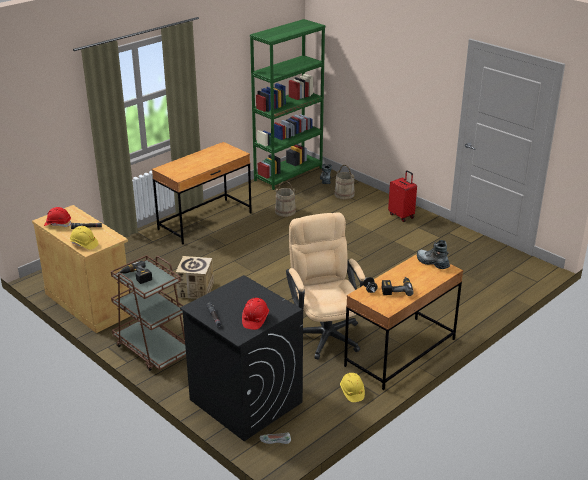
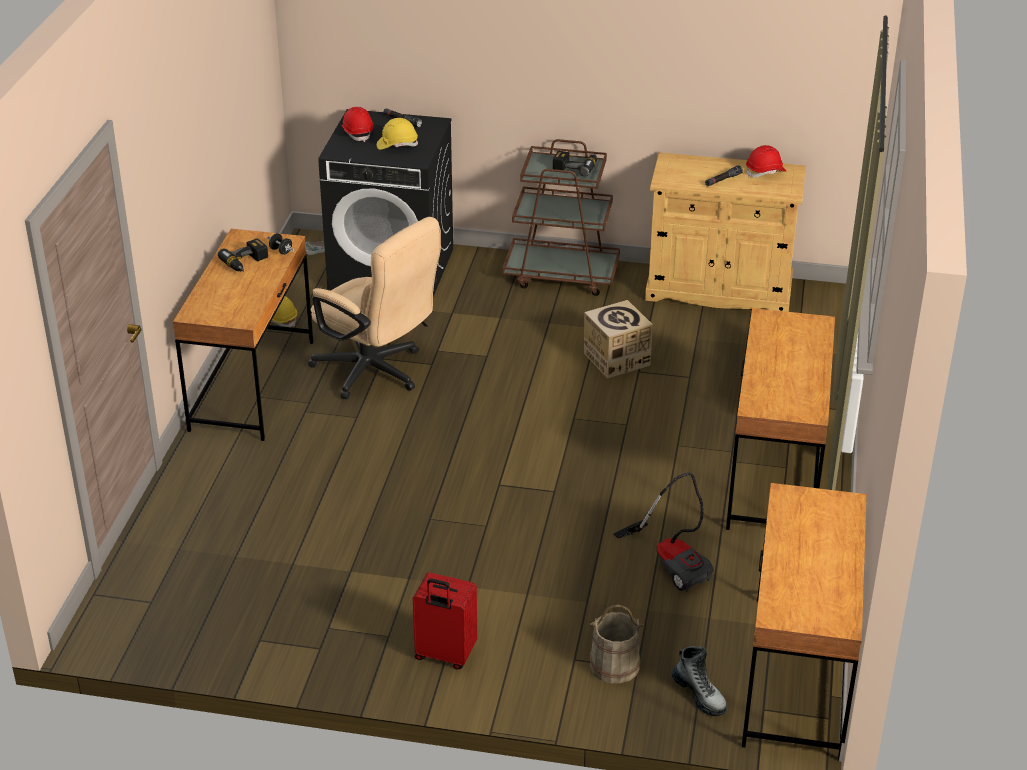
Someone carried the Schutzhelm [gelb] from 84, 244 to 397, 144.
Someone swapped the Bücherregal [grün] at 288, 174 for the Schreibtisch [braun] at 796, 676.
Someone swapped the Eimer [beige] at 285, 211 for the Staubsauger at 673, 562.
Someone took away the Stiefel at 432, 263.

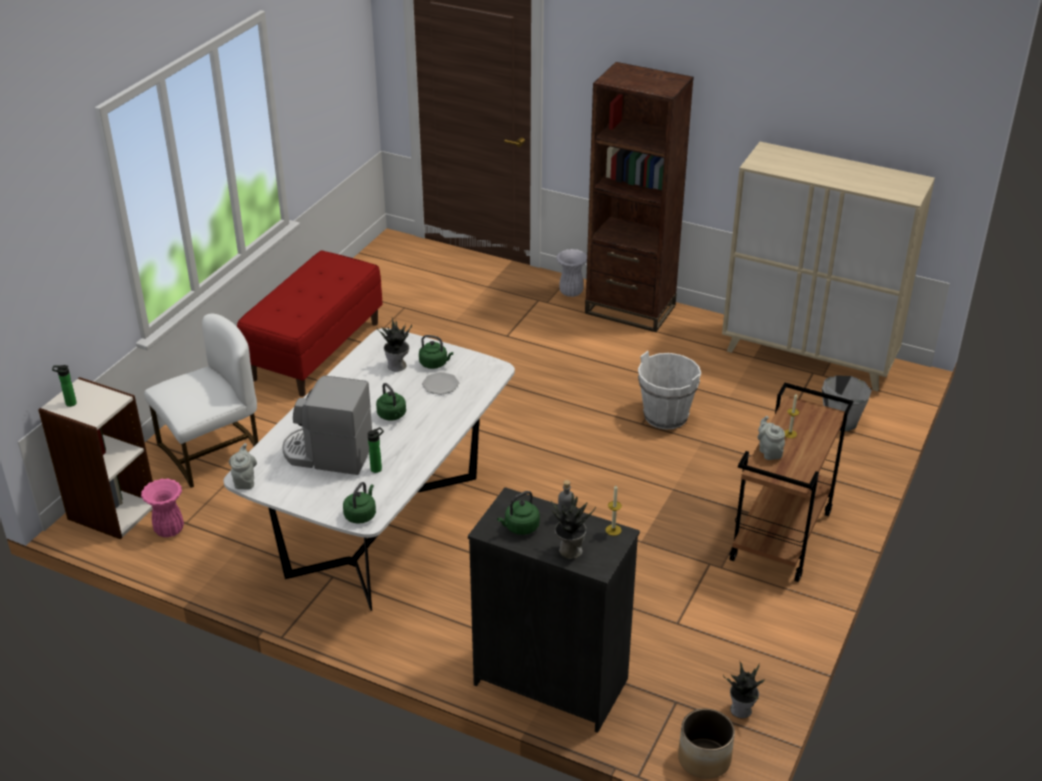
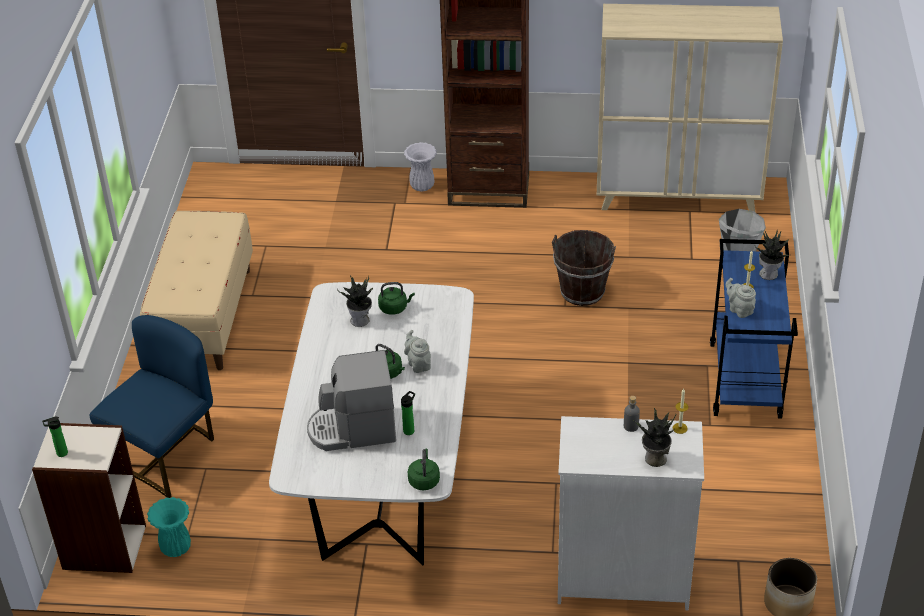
Someone repainted the Vase [rosa] at 168, 530, which became the Vase [türkis] at 175, 548.
Someone repainted the Stuhl [weiß] at 212, 451, which became the Stuhl [blau] at 165, 454.
Someone carried the Teekanne [grau] from 245, 481 to 418, 364.
Someone repainted the Bank [rot] at 316, 350, which became the Bank [beige] at 204, 317.
Someone took away the Teller at 440, 384.
Someone repainted the Kommode [schwarz] at 551, 681, which became the Kommode [weiß] at 623, 577.
Someone took away the Wasserkessel [grün] at 520, 527.
Someone repainted the Eimer [weiß] at 666, 416, which became the Eimer [braun] at 582, 291.
Someone carried the Topfpflanze from 742, 710 to 769, 274.
Someone repainted the Rollwagen [braun] at 781, 537, which became the Rollwagen [blau] at 746, 381.

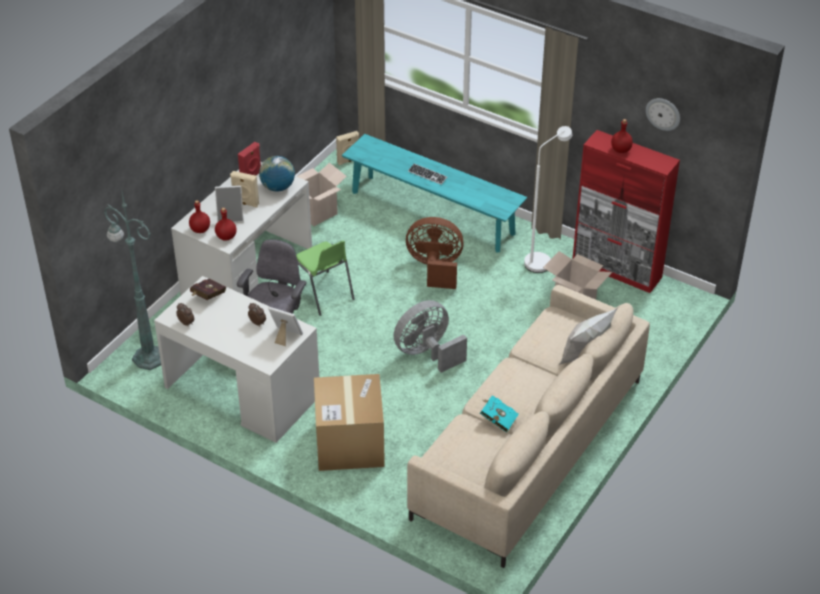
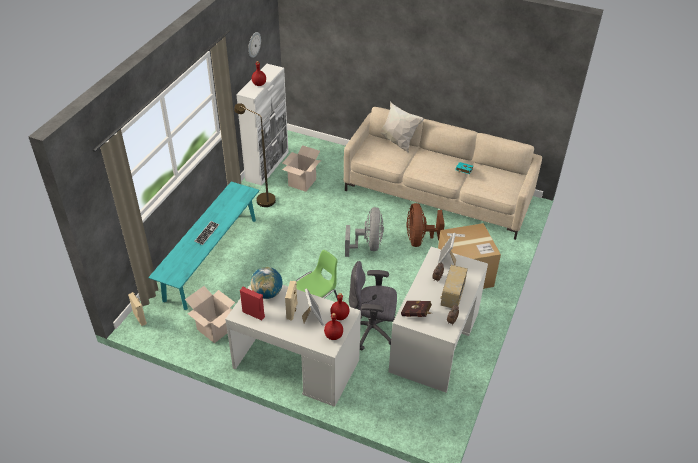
Someone took away the Stehlampe [grün] at 148, 357.
Someone rotated the Ventilator [grau] at 427, 353 by 135 degrees counterclockwise.
Someone carried the Ventilator [braun] from 435, 268 to 419, 239.
Someone repainted the Stehlampe [weiß] at 541, 259, which became the Stehlampe [braun] at 261, 199.
Someone repainted the Schrank [rot] at 617, 270, which became the Schrank [weiß] at 267, 166.
Someone put down the Radio at 452, 296.

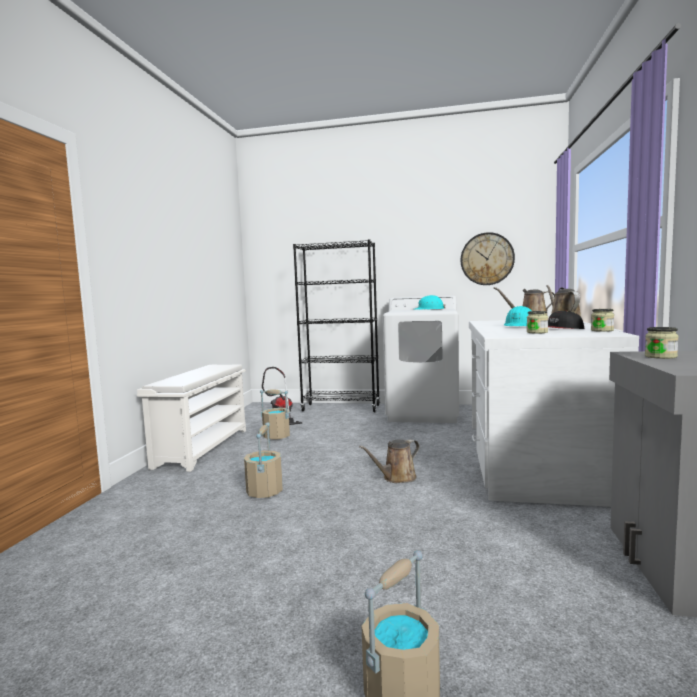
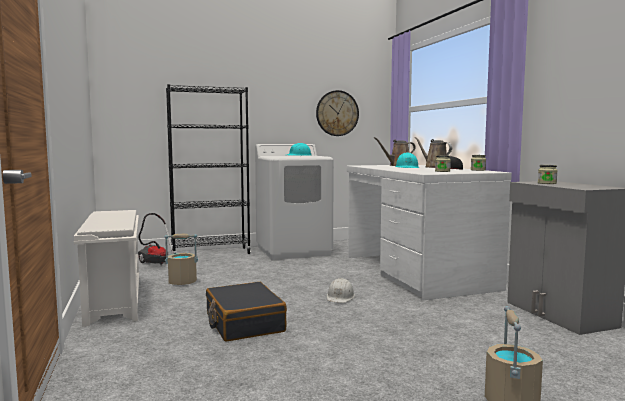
Someone swapped the Eimer [beige] at 264, 491 for the Koffer [schwarz] at 244, 323.
Someone swapped the Gießkanne [braun] at 396, 478 for the Schutzhelm [weiß] at 340, 297.

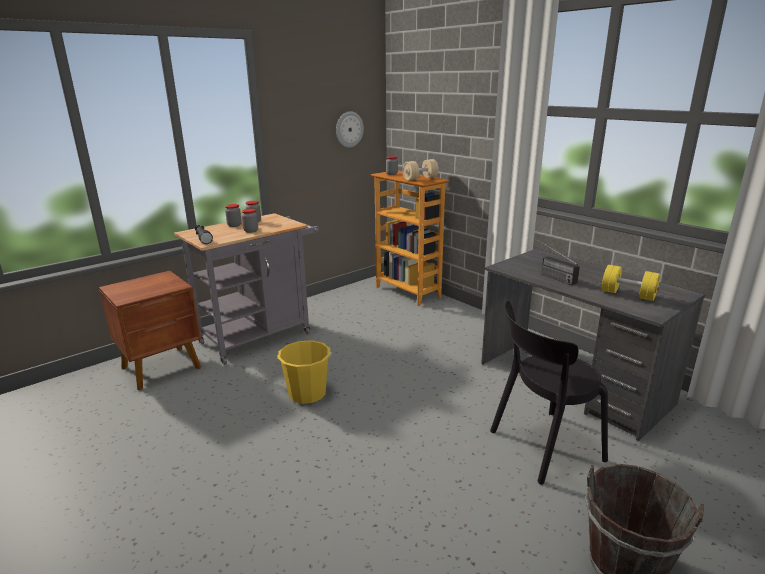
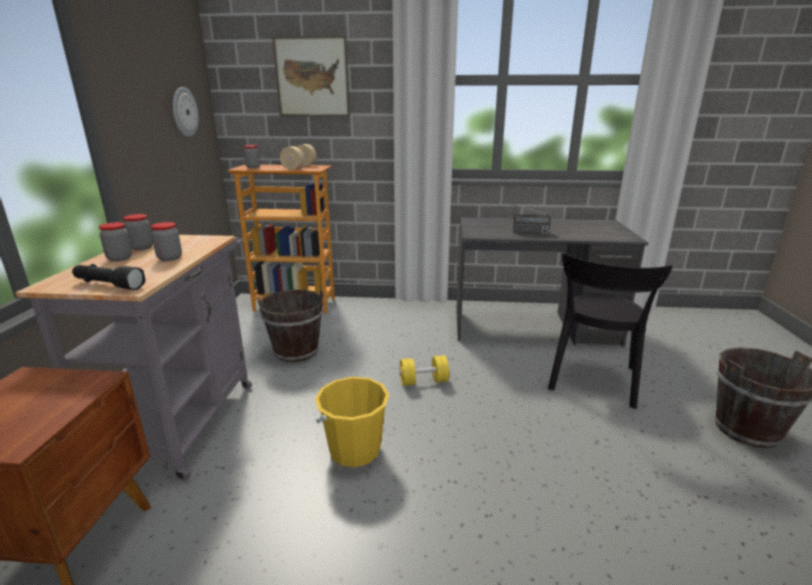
Someone carried the Hantel [gelb] from 628, 294 to 423, 381.
Someone put down the Eimer [braun] at 296, 351.
Someone put up the Bild at 312, 77.

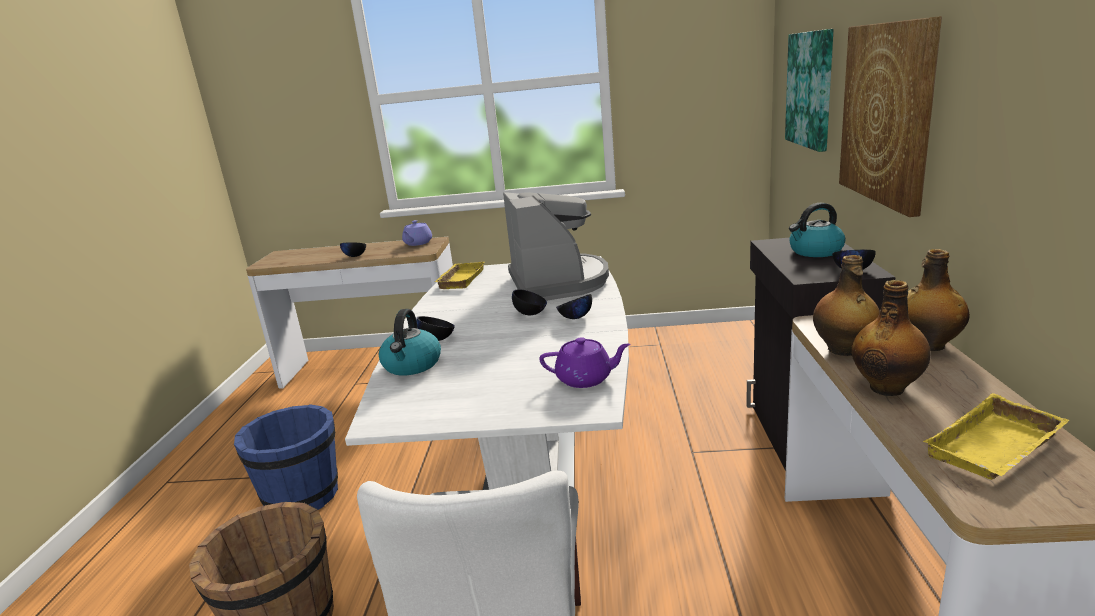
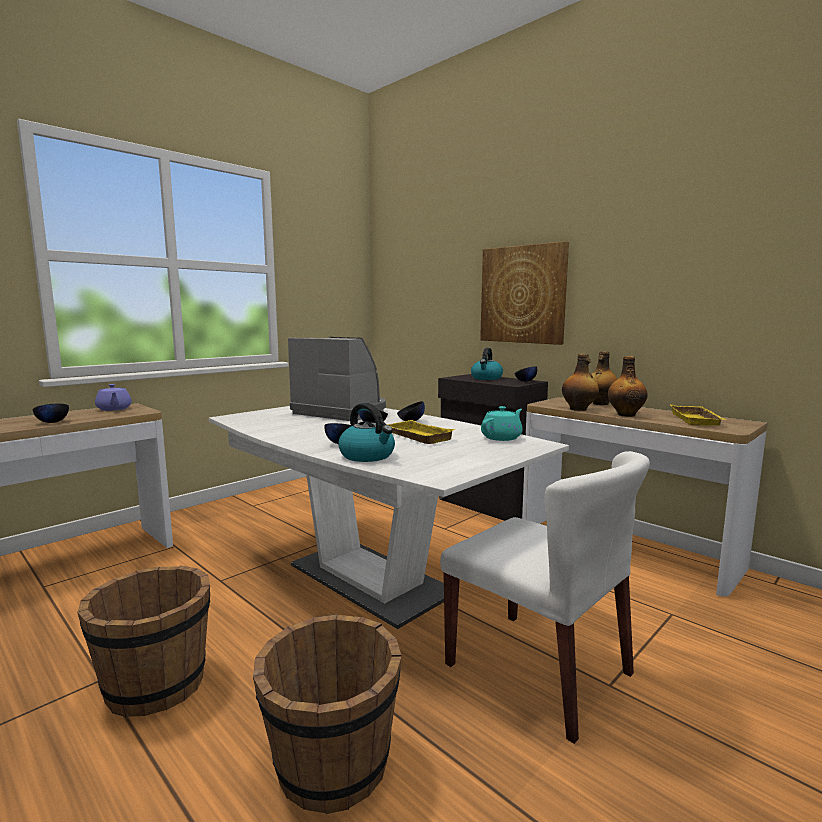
Someone repainted the Eimer [blau] at 303, 496, which became the Eimer [braun] at 156, 684.
Someone carried the Tablett [gelb] from 460, 279 to 416, 436.
Someone repainted the Teekanne [lila] at 586, 379, which became the Teekanne [türkis] at 502, 437.
Someone took away the Bild at 811, 89.

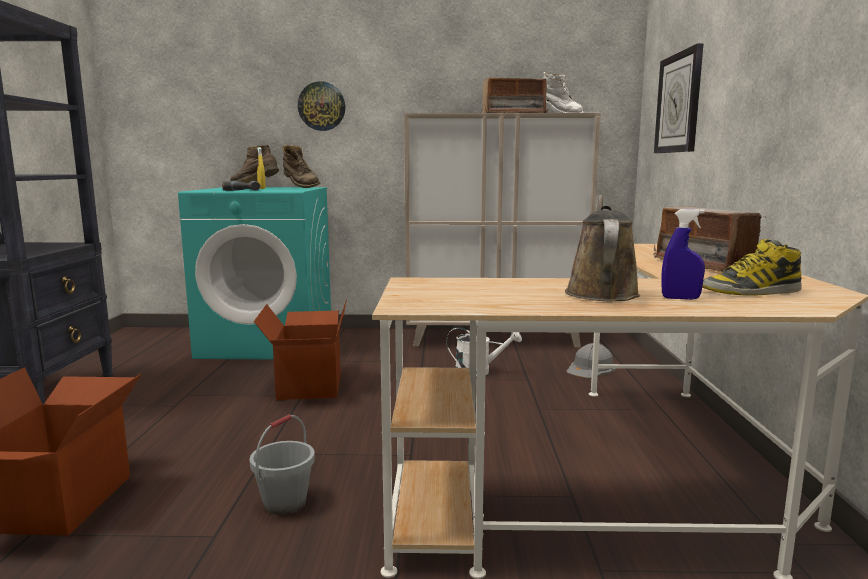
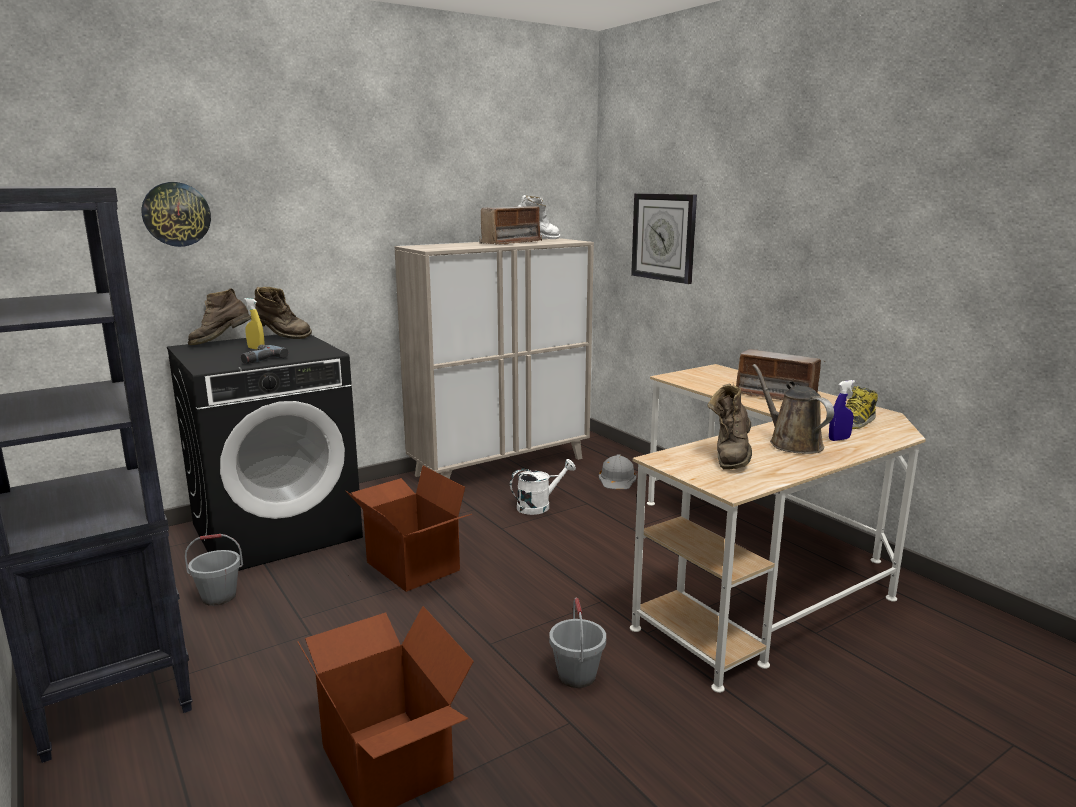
Someone repainted the Waschmaschine [türkis] at 268, 343, which became the Waschmaschine [schwarz] at 277, 530.
Someone carried the Wanduhr from 321, 106 to 176, 214.
Someone put down the Eimer [grau] at 219, 597.
Someone put down the Stiefel [braun] at 731, 457.

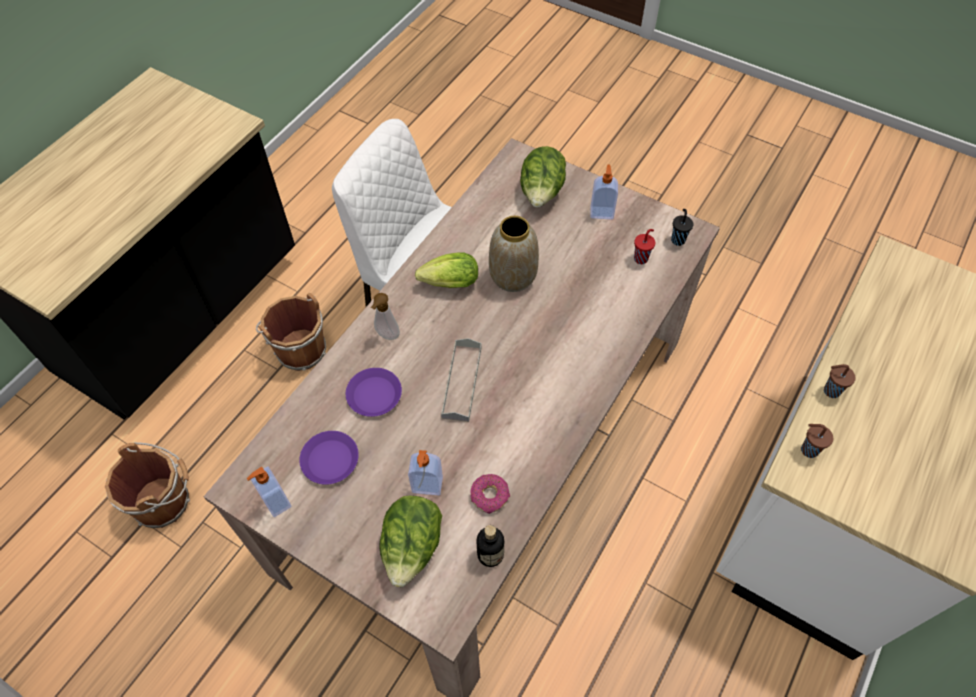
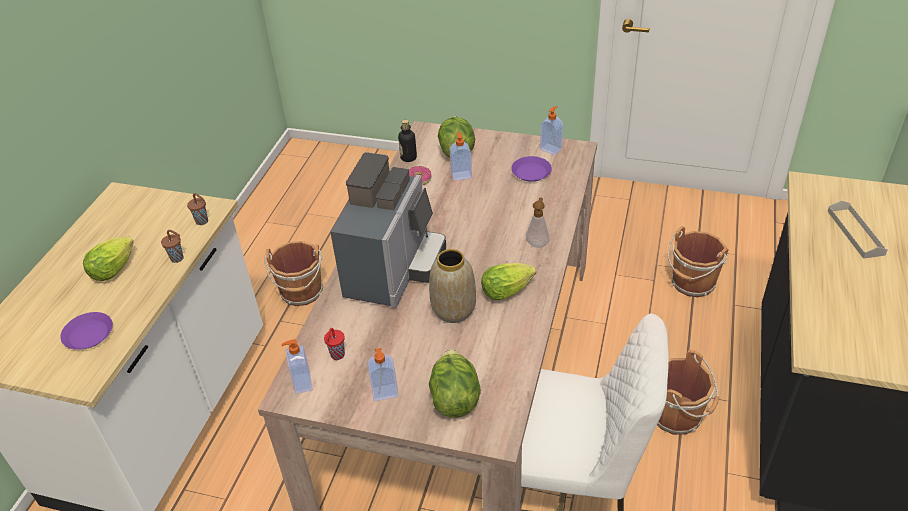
Someone carried the Teller [lila] from 374, 395 to 88, 334.
Someone carried the Tablett [grau] from 462, 382 to 855, 232.
Someone swapped the Tasse [schwarz] at 678, 239 for the Seifenspender at 302, 383.
Someone put down the Salatkopf at 116, 268.
Someone put down the Eimer [braun] at 302, 293.
Someone put down the Kaffeemaschine at 394, 270.

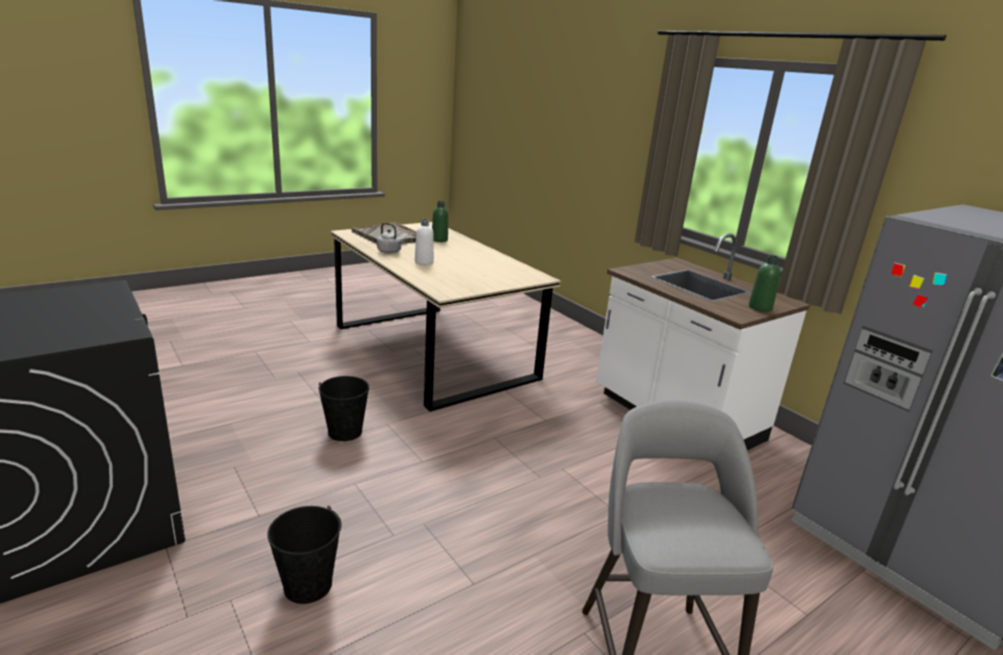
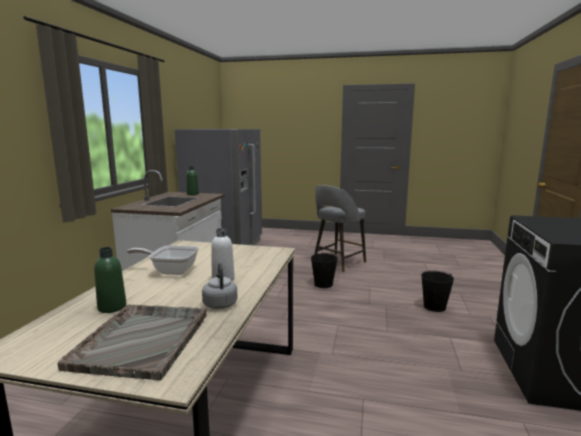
Someone carried the Eimer [schwarz] from 345, 431 to 323, 284.
Someone put down the Pfanne at 170, 271.

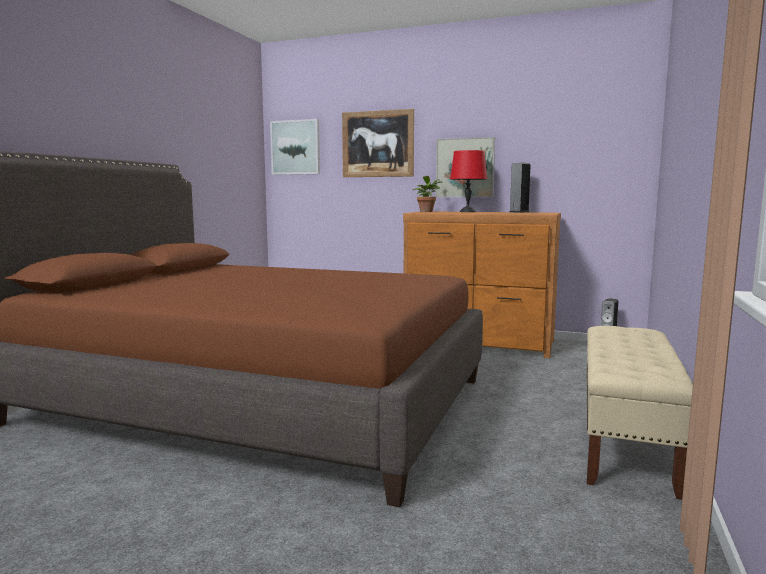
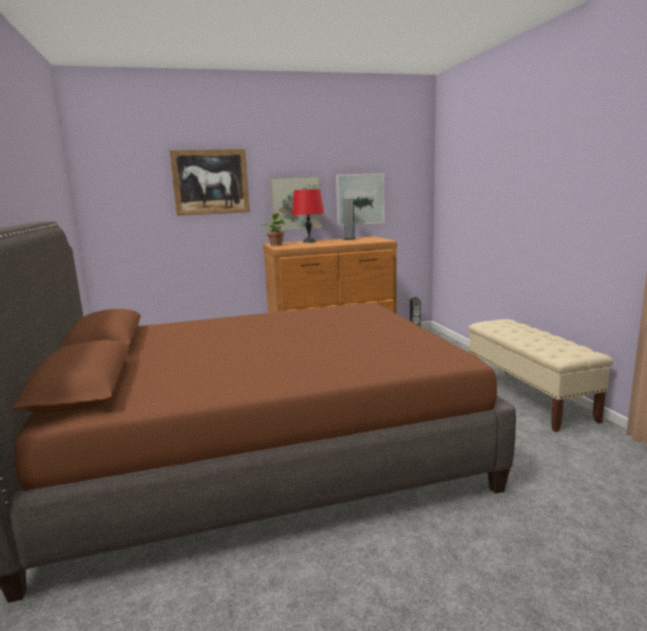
Someone carried the Bild from 295, 147 to 360, 199.

